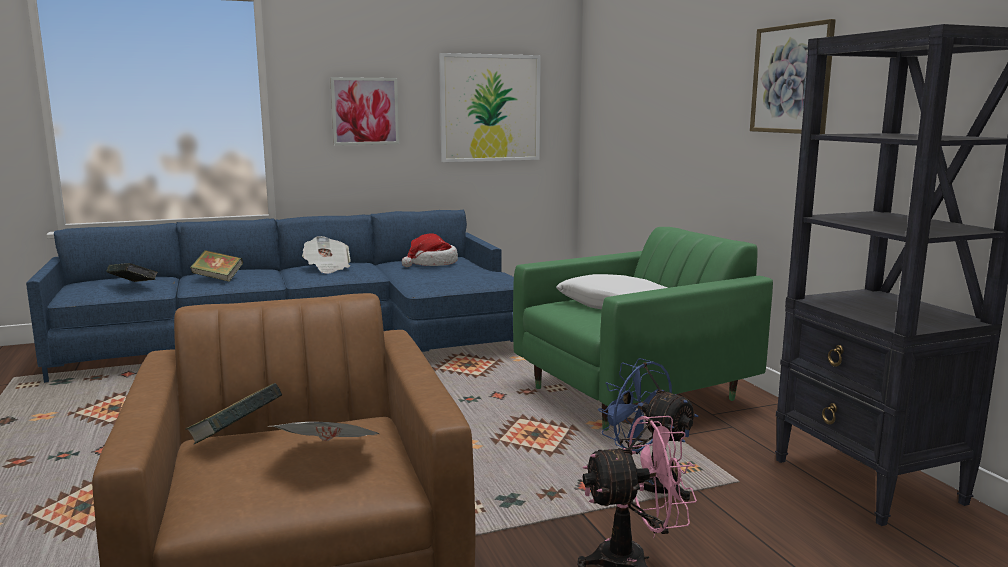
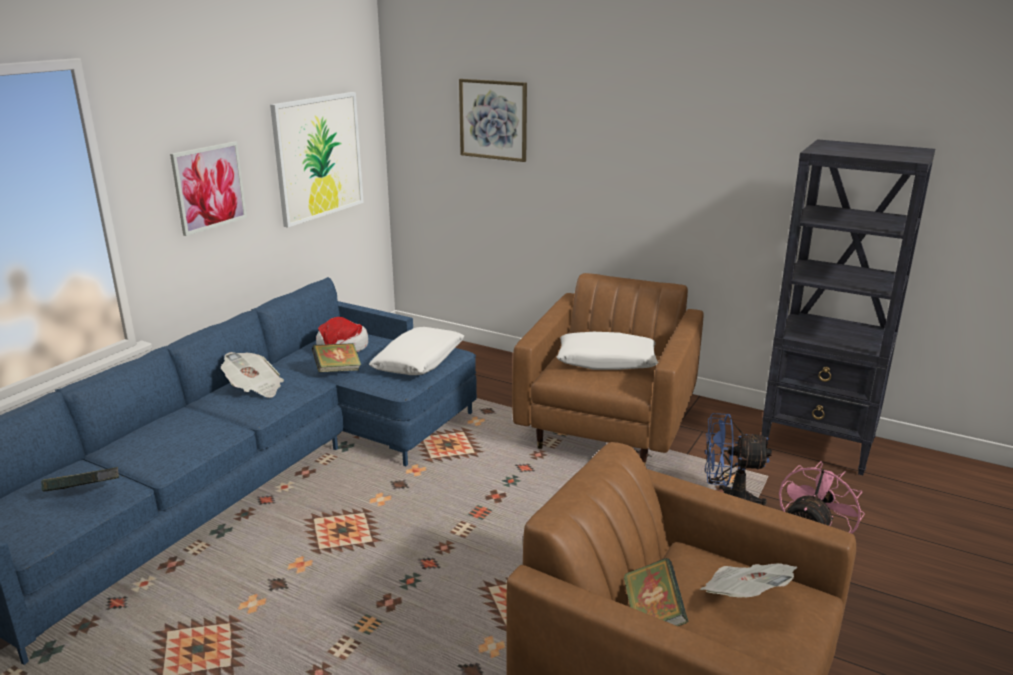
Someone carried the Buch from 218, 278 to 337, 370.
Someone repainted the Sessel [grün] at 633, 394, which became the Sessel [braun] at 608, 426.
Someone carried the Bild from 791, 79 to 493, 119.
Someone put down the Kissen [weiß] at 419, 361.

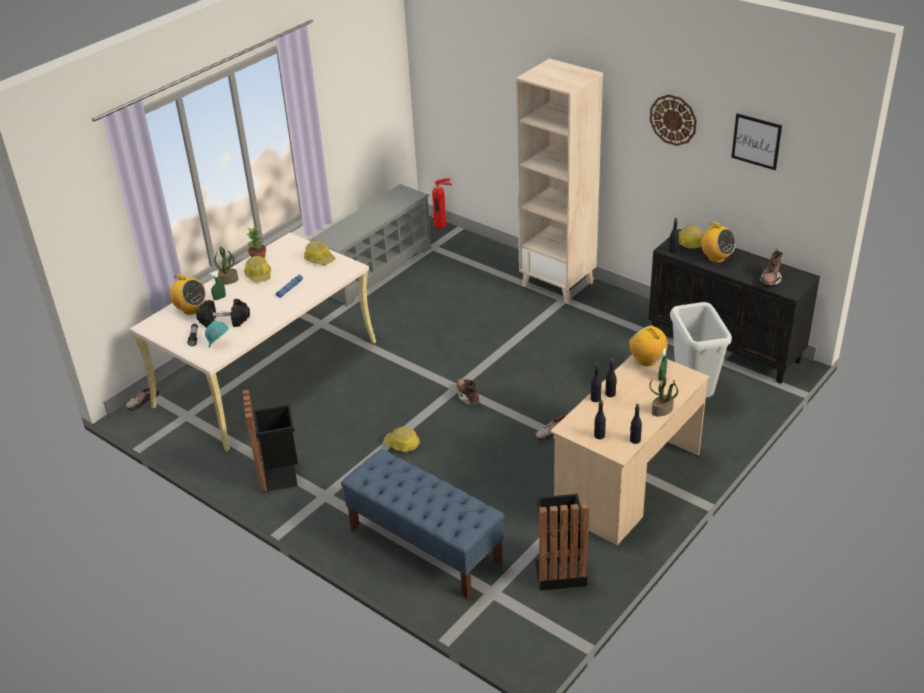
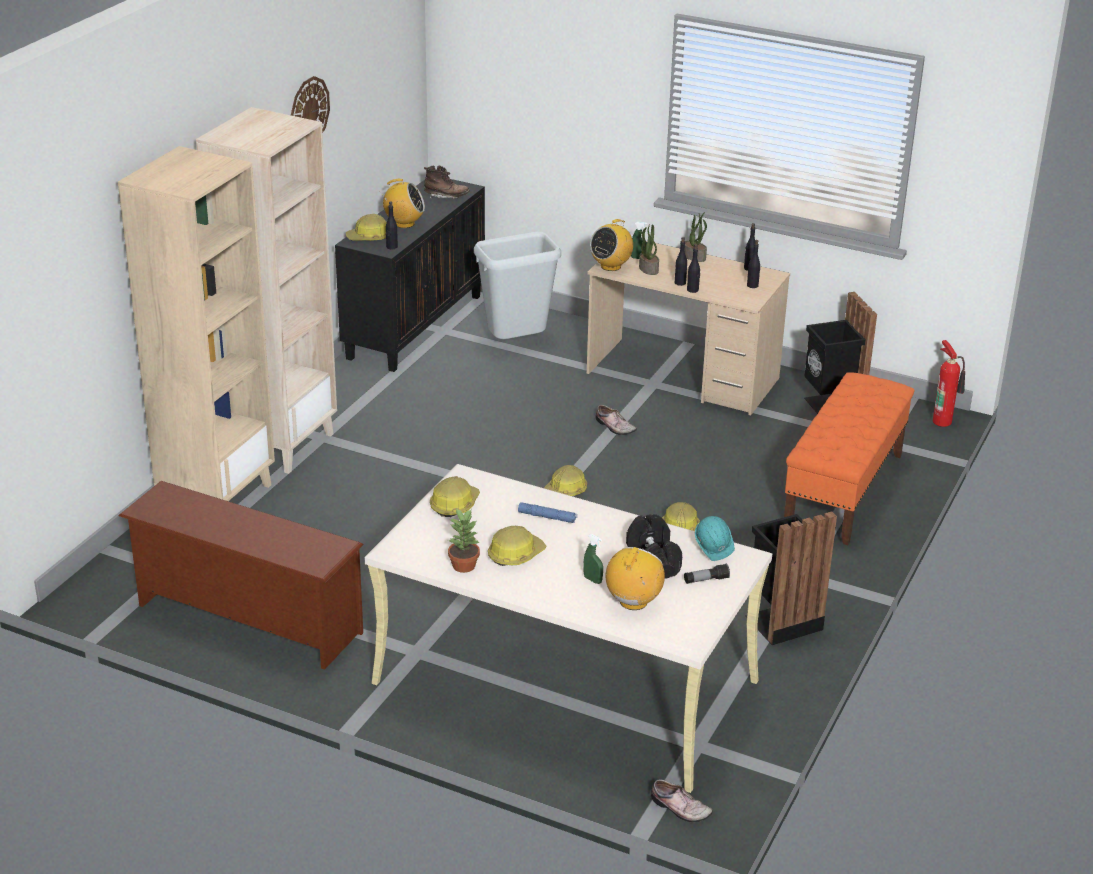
Someone carried the Topfpflanze from 228, 280 to 648, 269.
Someone repainted the Schuhregal [grau] at 376, 270, which became the Schuhregal [braun] at 246, 619.
Someone repainted the Bank [blau] at 424, 546, which became the Bank [orange] at 844, 491.
Someone carried the Feuerlöscher from 441, 226 to 943, 420.
Someone swapped the Stiefel [braun] at 468, 396 for the Schutzhelm at 565, 491.
Someone rotated the Radio at 716, 258 by 60 degrees clockwise.
Someone took away the Bild at 756, 141.
Someone put down the Bücherregal [beige] at 217, 496.

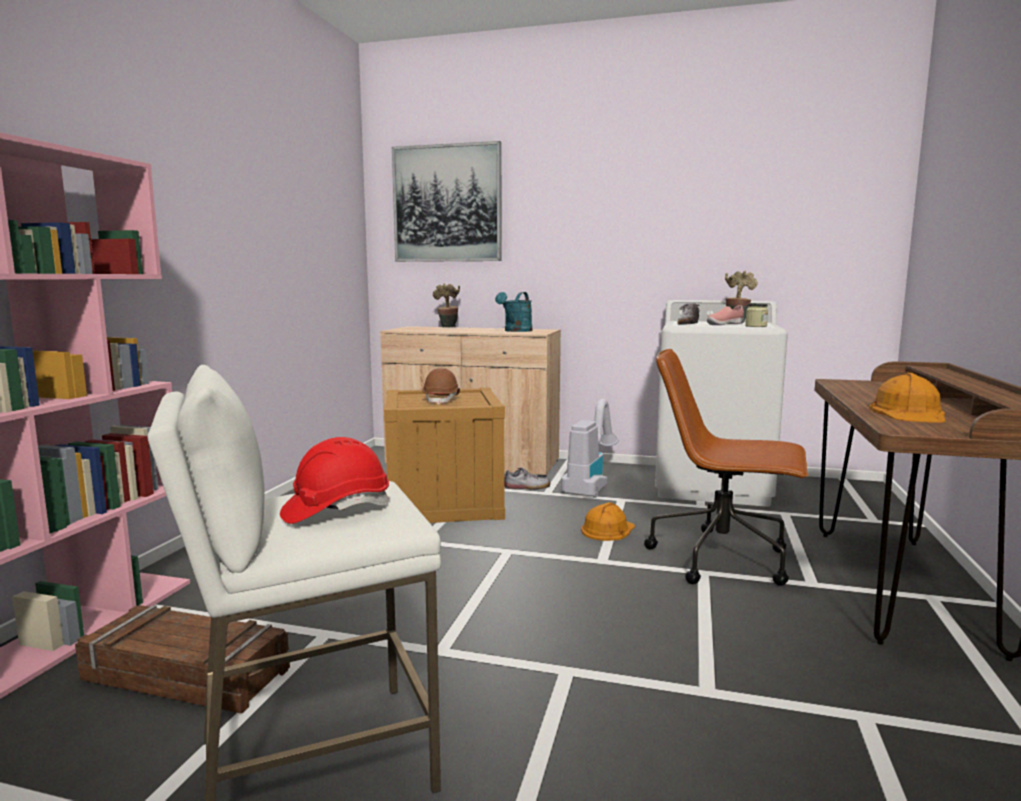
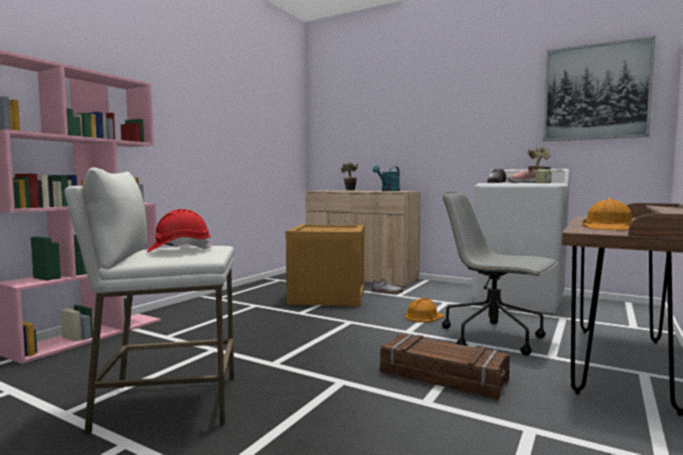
Someone carried the Kiste from 185, 675 to 442, 376.
Someone carried the Bild from 447, 204 to 595, 92.
Someone took away the Schutzhelm [braun] at 442, 400.
Someone took away the Staubsauger at 590, 484.
Someone repainted the Bürostuhl [braun] at 723, 558, which became the Bürostuhl [grau] at 494, 338.

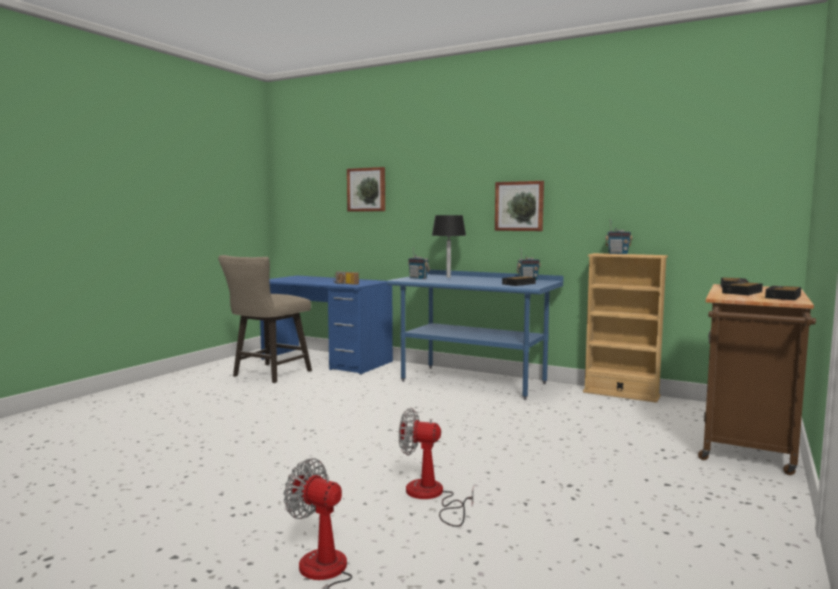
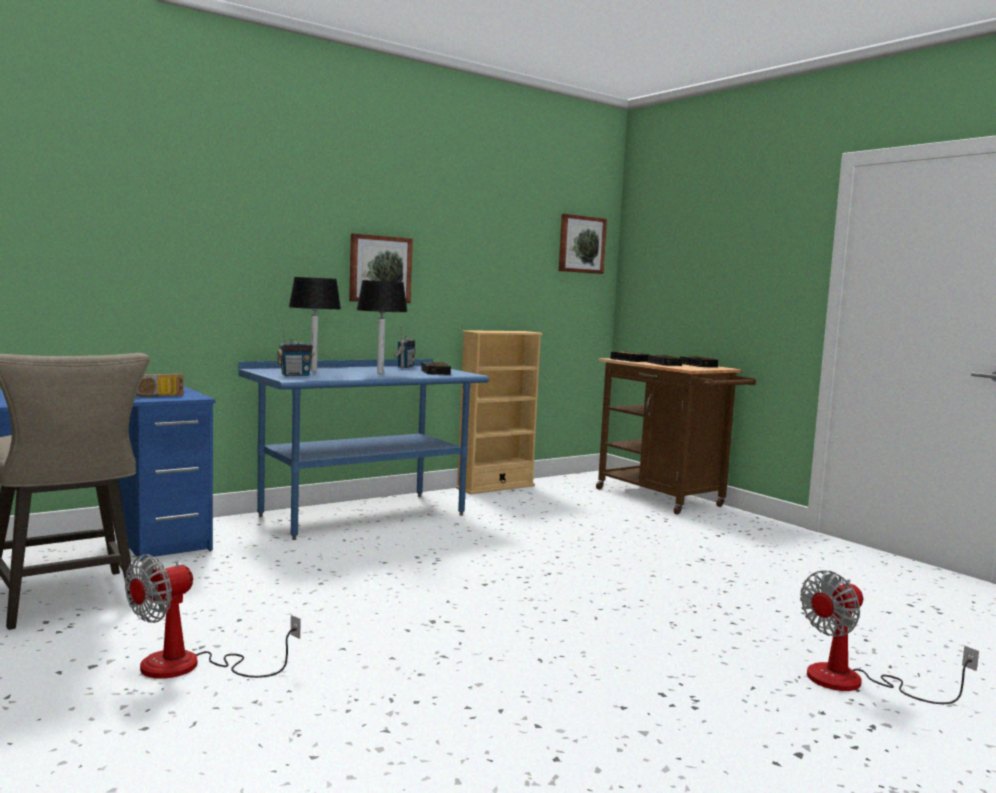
Someone carried the Bild from 367, 189 to 581, 244.
Someone carried the Ventilator from 431, 496 to 190, 667.
Someone took away the Radio at 618, 254.
Someone put down the Tischlampe [schwarz] at 380, 373.

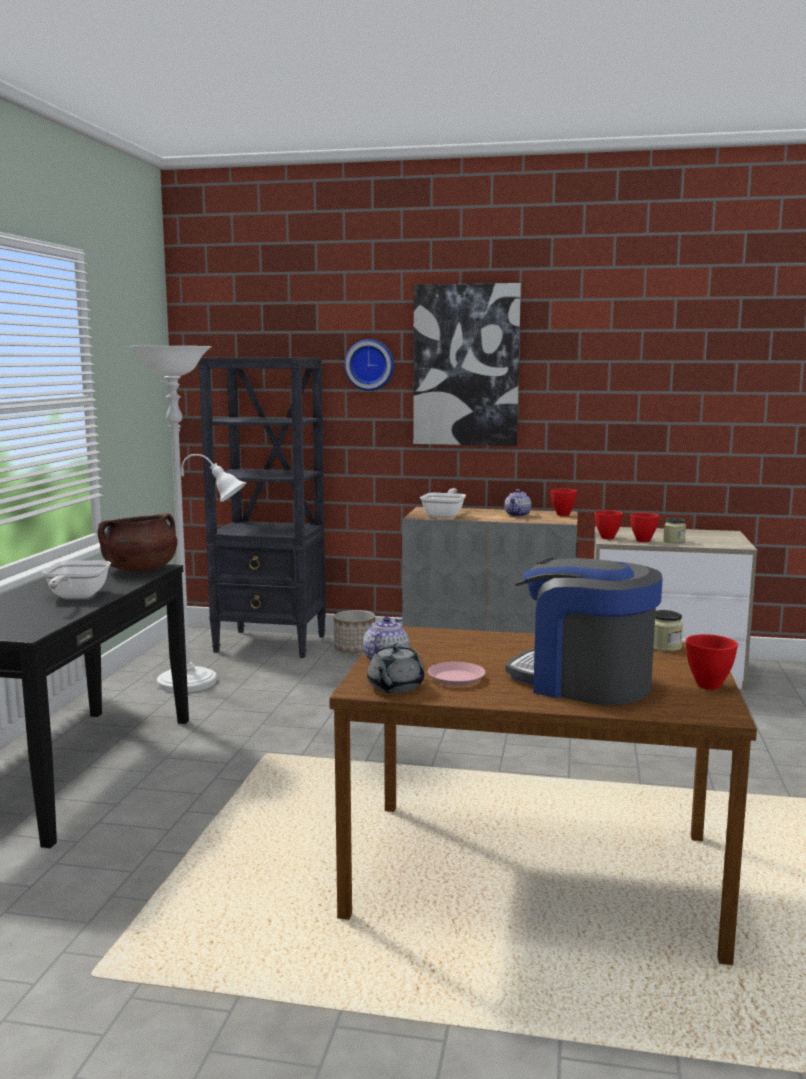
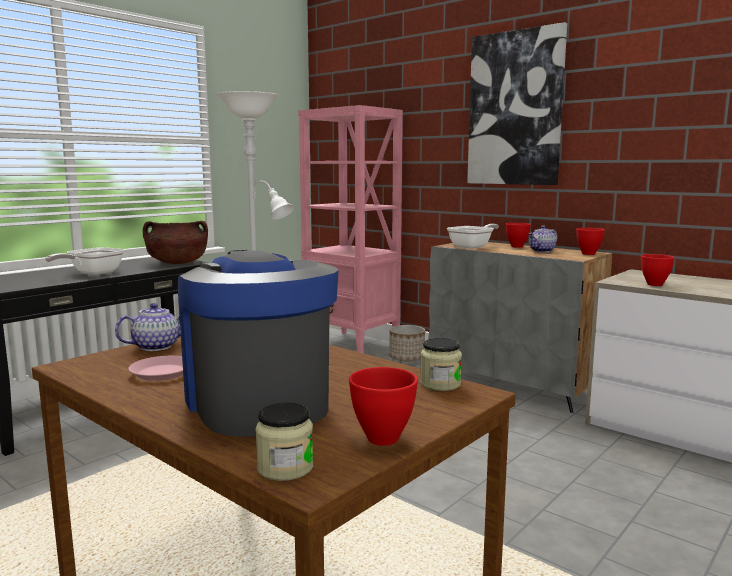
Someone repainted the Bücherregal [schwarz] at 271, 644, which became the Bücherregal [rosa] at 352, 344.
Someone took away the Wanduhr at 370, 365.
Someone took away the Teekanne [grau] at 394, 687.
Someone carried the Schüssel [rot] from 608, 538 to 517, 246.
Someone carried the Vorratsglas from 674, 541 to 285, 468.

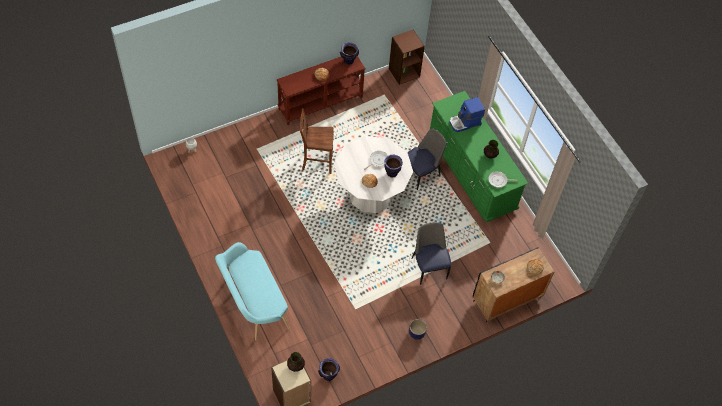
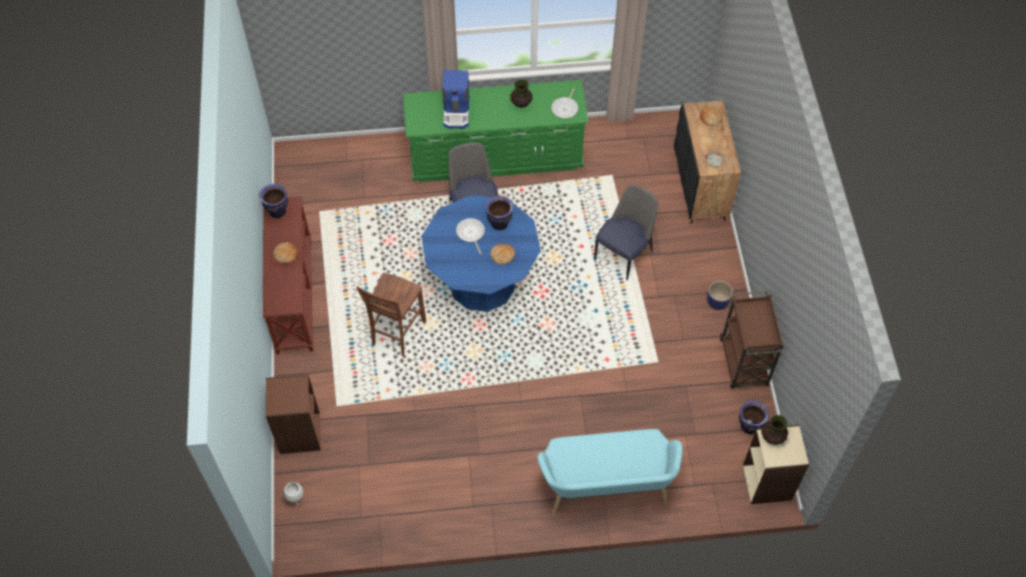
Someone repainted the Esstisch [weiß] at 370, 194, which became the Esstisch [blau] at 482, 283.
Someone carried the Bücherregal [braun] from 404, 72 to 299, 433.
Someone rotated the Stuhl at 429, 267 by 120 degrees clockwise.
Someone put down the Rollwagen [braun] at 744, 364.

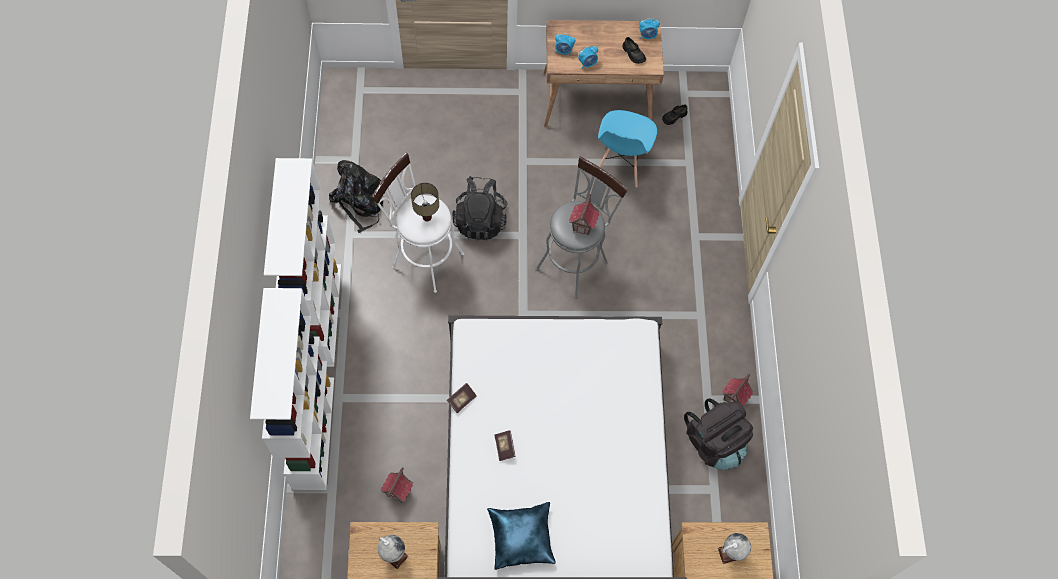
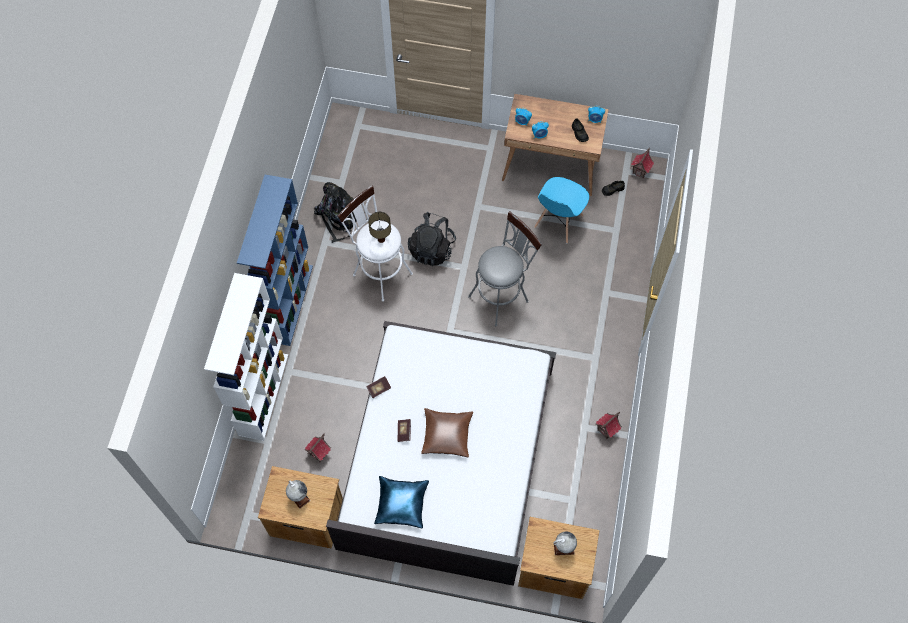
Someone repainted the Bücherregal [weiß] at 321, 314, which became the Bücherregal [blau] at 289, 302.
Someone carried the Spielzeughaus from 583, 226 to 640, 171.
Someone took away the Rucksack [schwarz] at 714, 443.
Someone put down the Kissen [braun] at 446, 435.

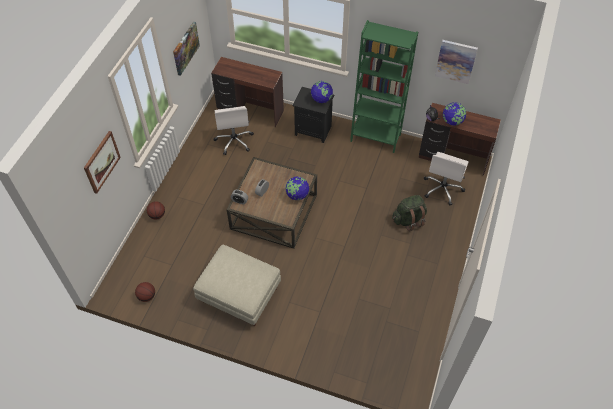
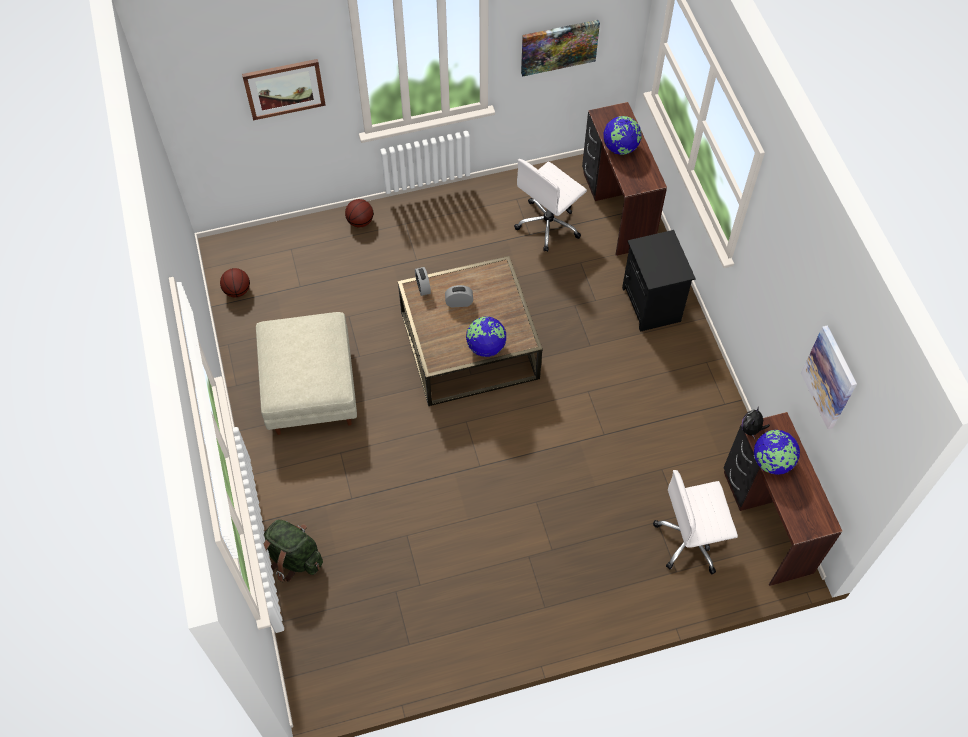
Someone carried the Globus from 321, 99 to 620, 148.
Someone took away the Bücherregal [grün] at 375, 137.
Someone carried the Rucksack [grün] from 408, 220 to 293, 558.

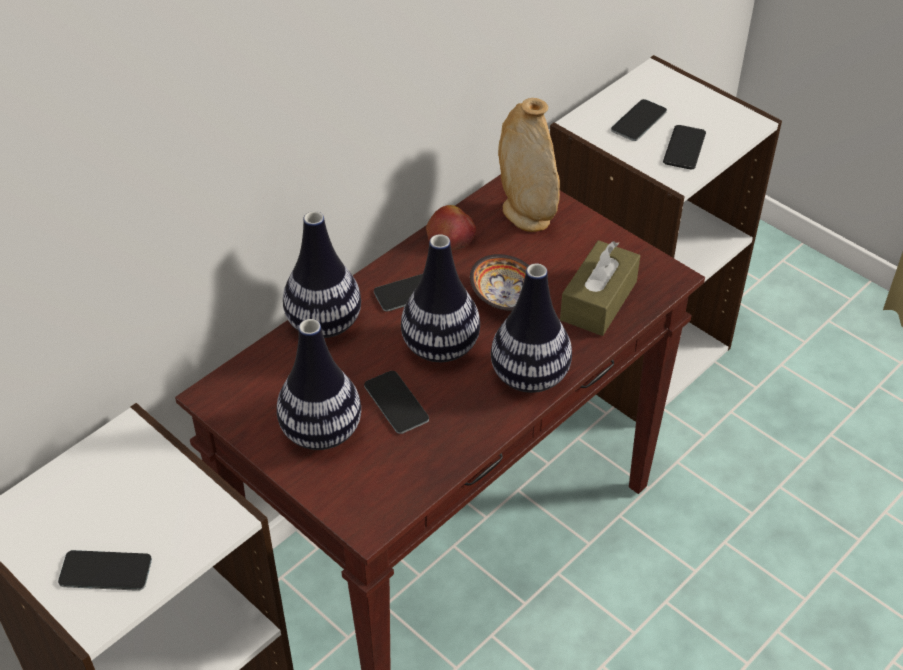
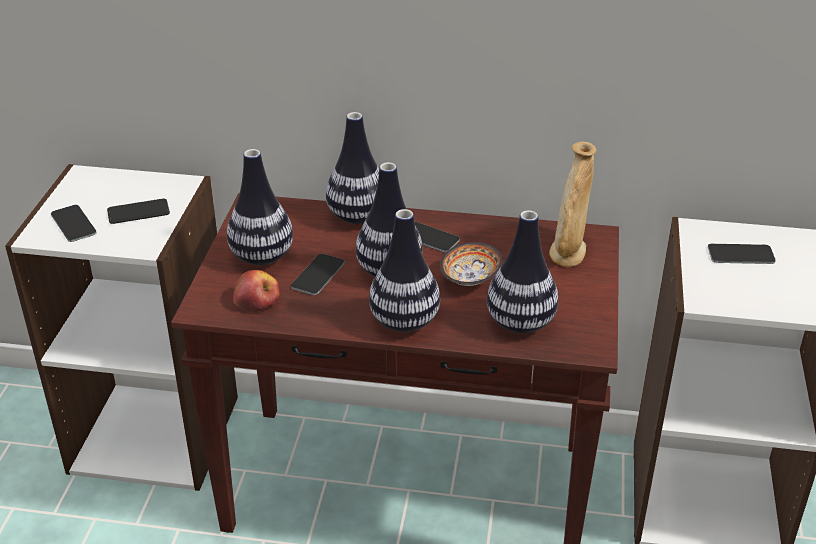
Someone carried the Apfel from 451, 236 to 257, 300.
Someone swapped the Taschentuchbox [braun] at 598, 301 for the Vase at 520, 323.
Someone carried the Handy from 684, 148 to 138, 212.

